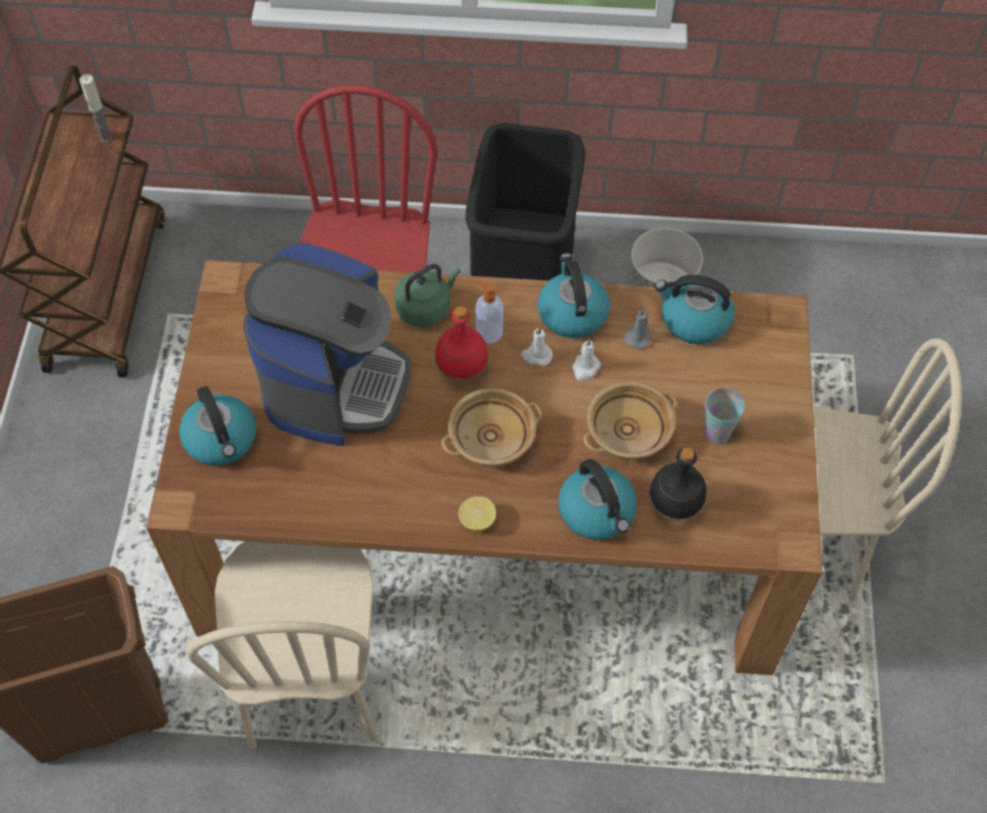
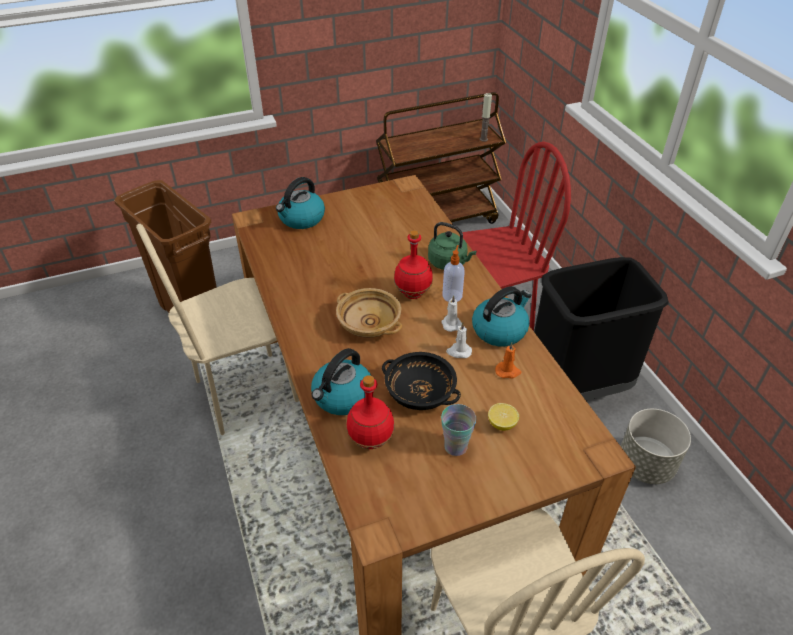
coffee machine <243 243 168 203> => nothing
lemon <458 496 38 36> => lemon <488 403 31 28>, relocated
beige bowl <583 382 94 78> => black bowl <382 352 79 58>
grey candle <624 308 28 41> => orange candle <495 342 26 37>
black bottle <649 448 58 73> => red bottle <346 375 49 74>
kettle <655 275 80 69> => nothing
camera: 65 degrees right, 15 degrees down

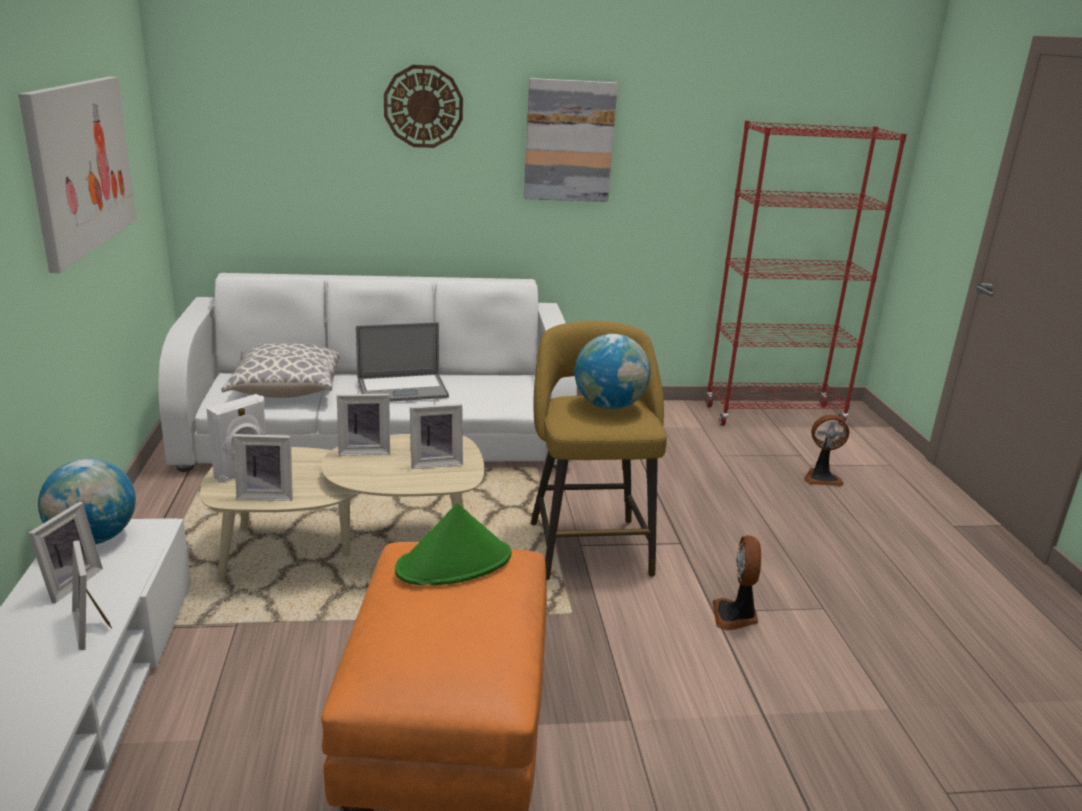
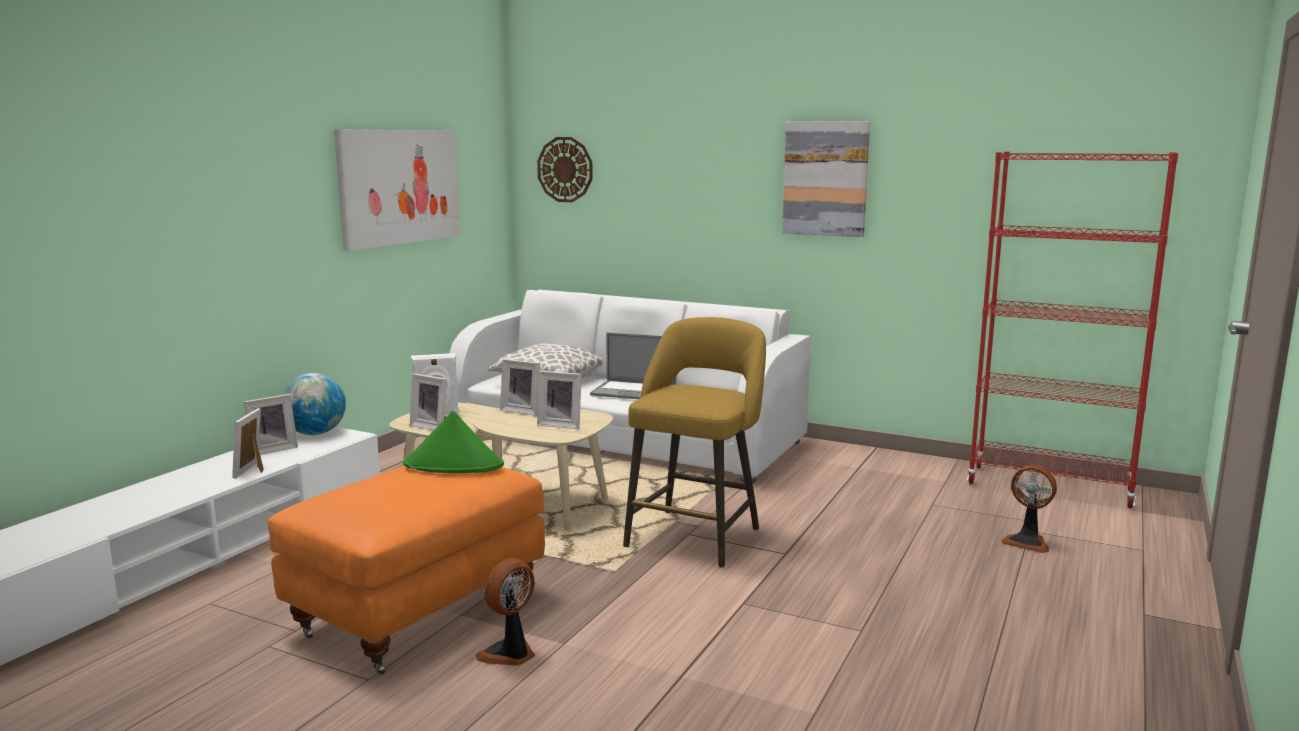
wall clock <384 65 79 83> => wall clock <537 137 56 65>, relocated
globe <575 334 75 75> => nothing
fan <713 535 48 95> => fan <476 558 59 108>, relocated
camera: 35 degrees right, 10 degrees down

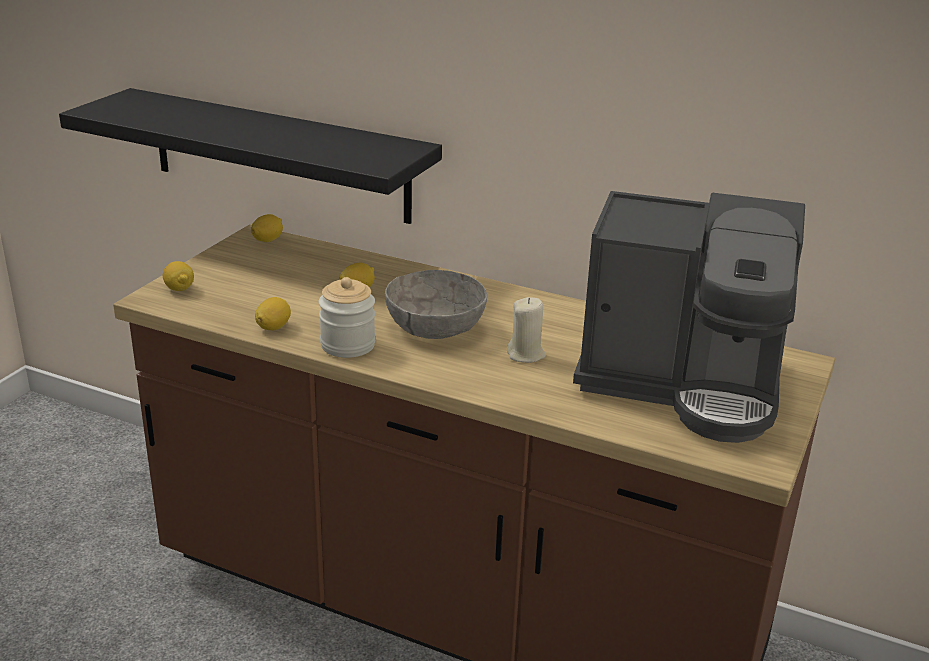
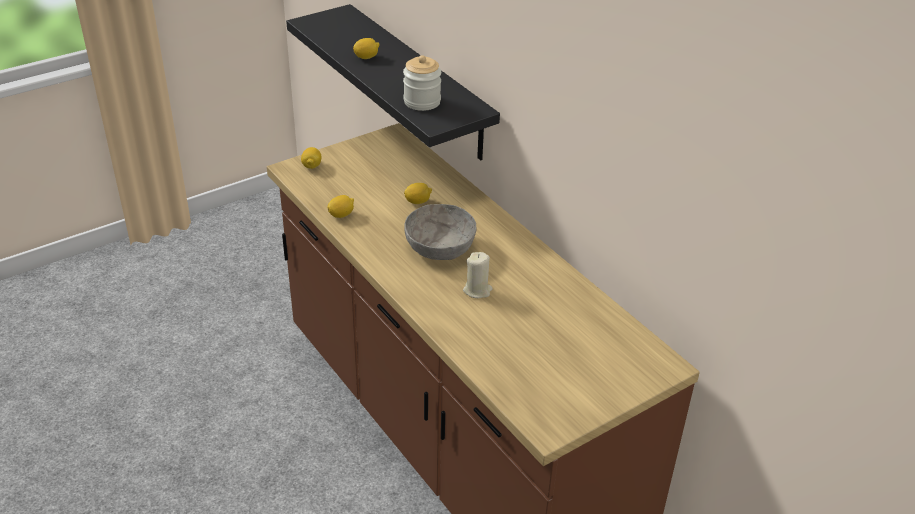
lemon <251 214 32 28> => lemon <353 38 27 21>, relocated
jar <319 277 57 81> => jar <403 55 38 56>, relocated
coffee machine <573 191 232 252> => nothing
camera: 30 degrees right, 10 degrees up

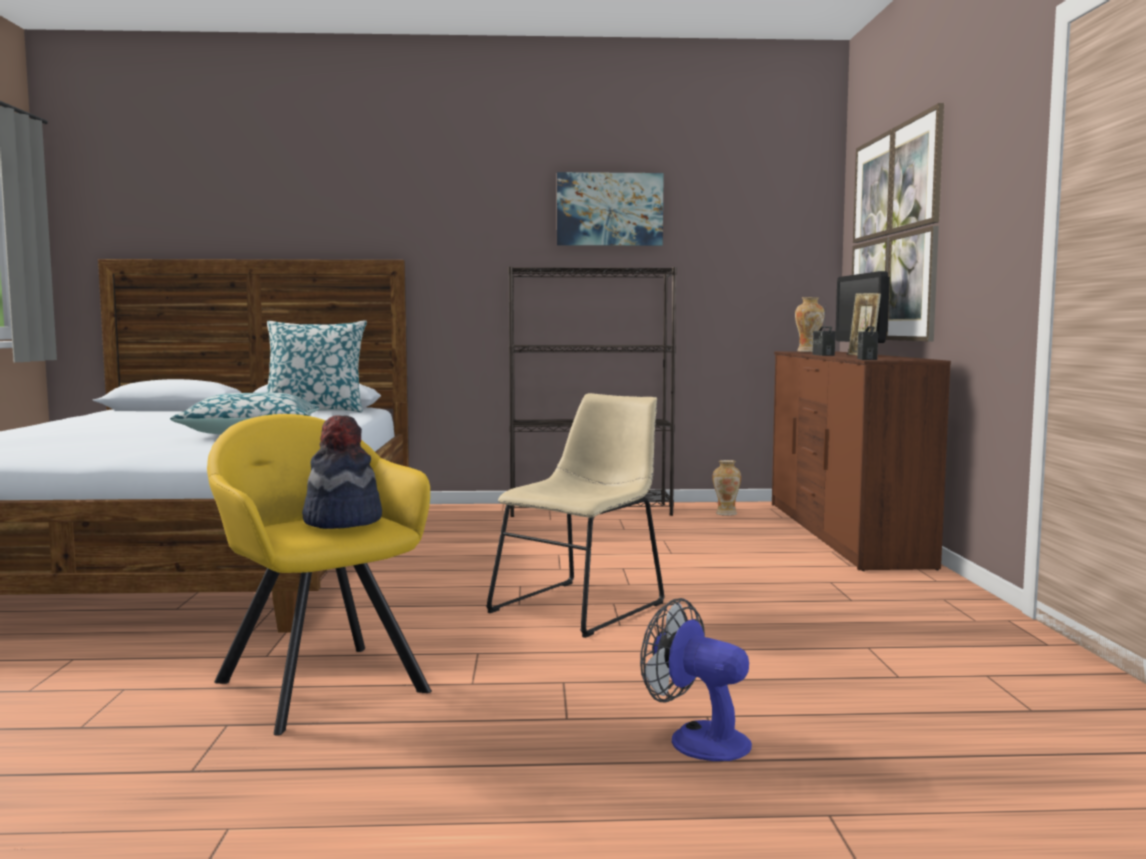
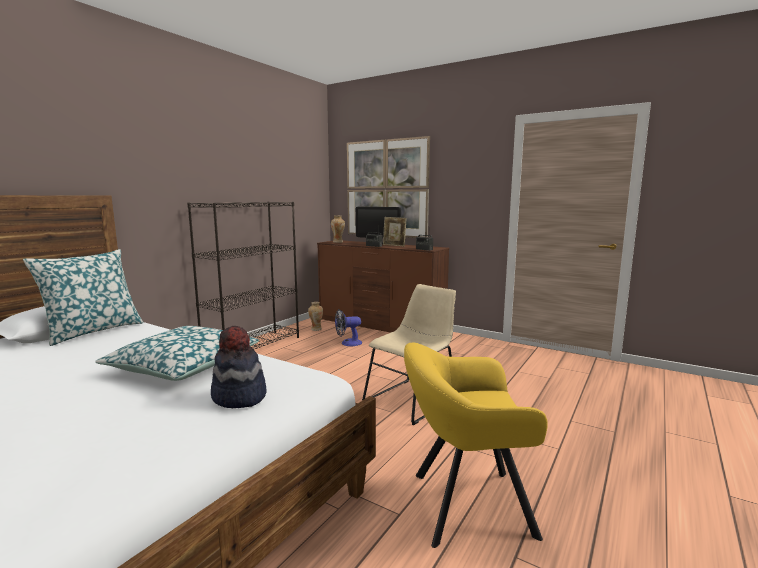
hat <302 415 80 114> => hat <211 326 56 82>, relocated
beige chair <486 393 179 245> => beige chair <362 284 94 141>, 60 degrees clockwise
picture <557 172 107 74> => nothing
fan <640 598 112 163> => fan <335 309 27 37>, relocated
camera: 55 degrees left, 5 degrees up

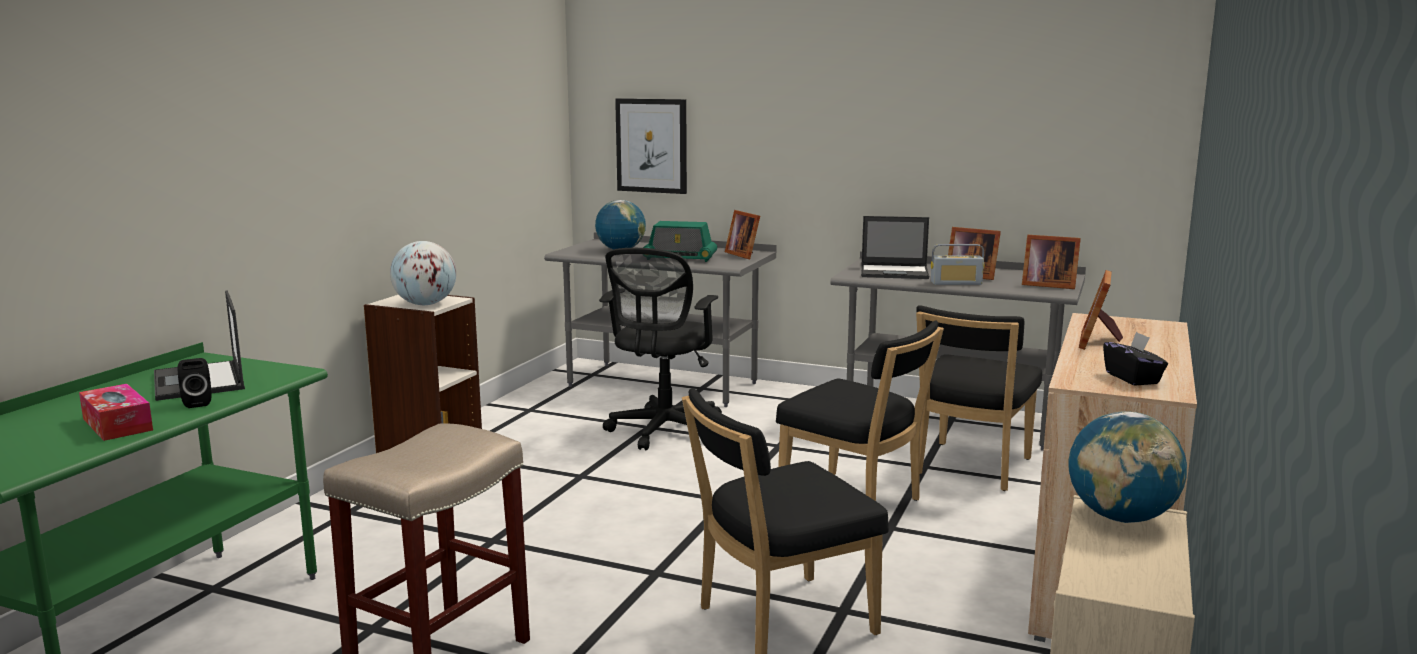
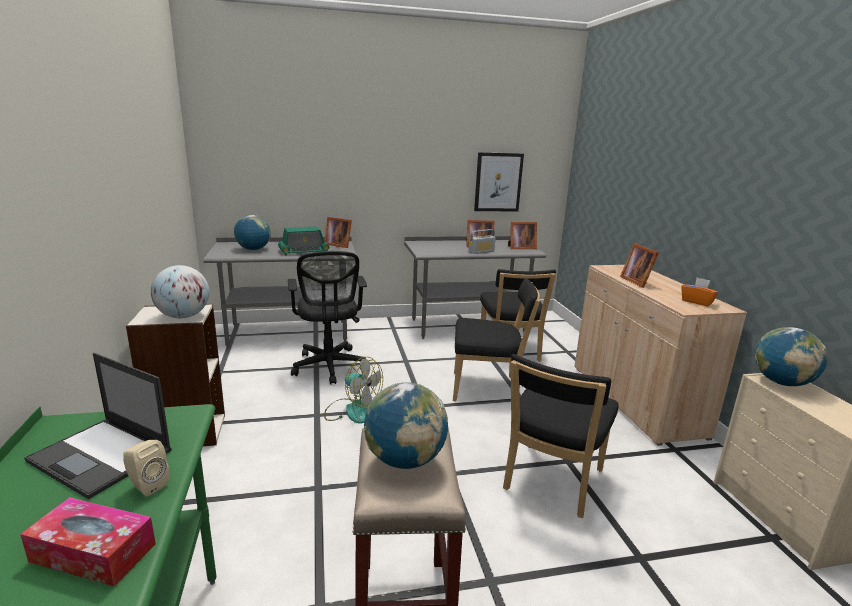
black speaker <177 358 35 50> => beige speaker <123 440 47 57>
picture <615 98 72 96> => picture <474 152 50 59>, relocated
laptop <861 216 68 63> => nothing
black tissue box <1103 331 65 55> => orange tissue box <681 278 38 28>
nothing => fan <324 357 59 66>
nothing => globe <364 382 84 87>
camera: 35 degrees left, 5 degrees up

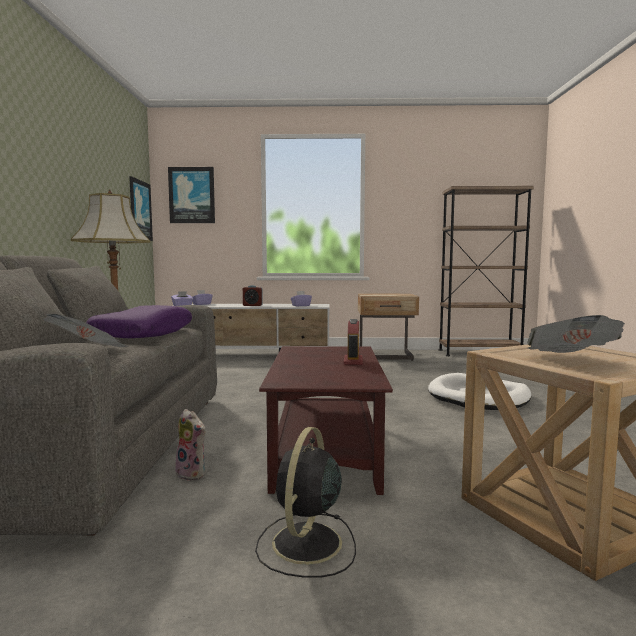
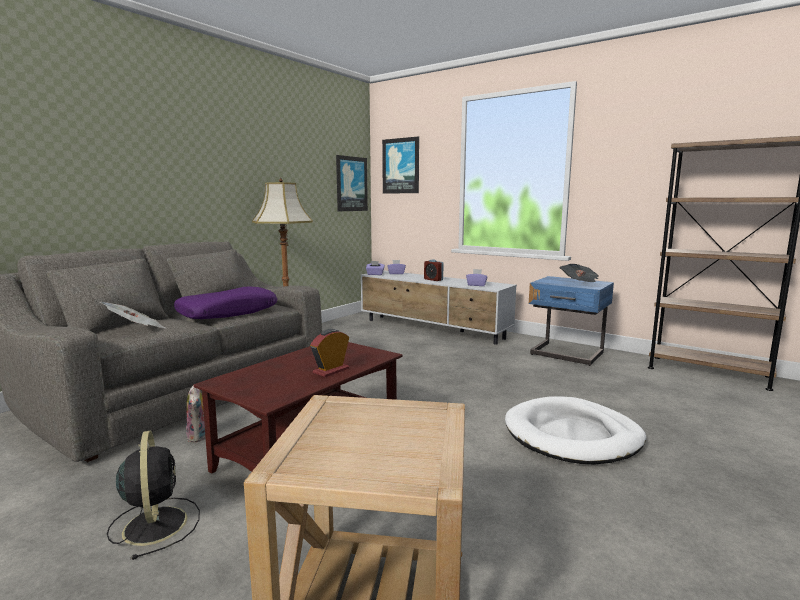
black fan <255 427 101 151> => black fan <107 431 93 129>, 105 degrees clockwise
beige nightstand <358 294 61 67> => blue nightstand <529 276 85 90>
newspaper <527 315 98 38> => newspaper <559 264 40 18>, relocated
camera: 35 degrees right, 5 degrees up

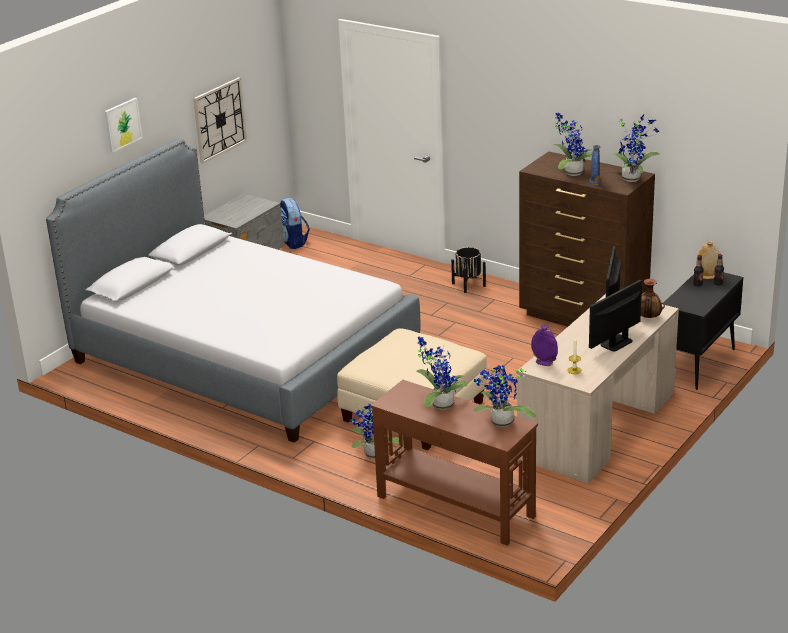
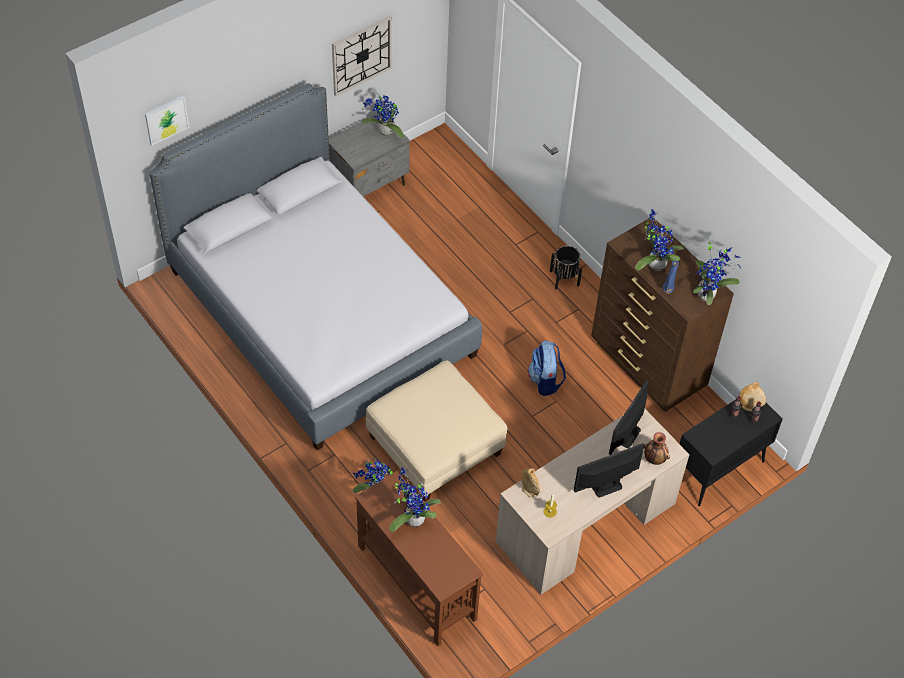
picture <105 98 37 55> => picture <145 95 44 51>, relocated
backpack <280 198 30 51> => backpack <528 340 38 56>, relocated
potted plant <474 365 62 62> => potted plant <362 94 42 44>, relocated
purple vase <531 325 27 41> => beige vase <521 468 19 29>
camera: 15 degrees right, 25 degrees up

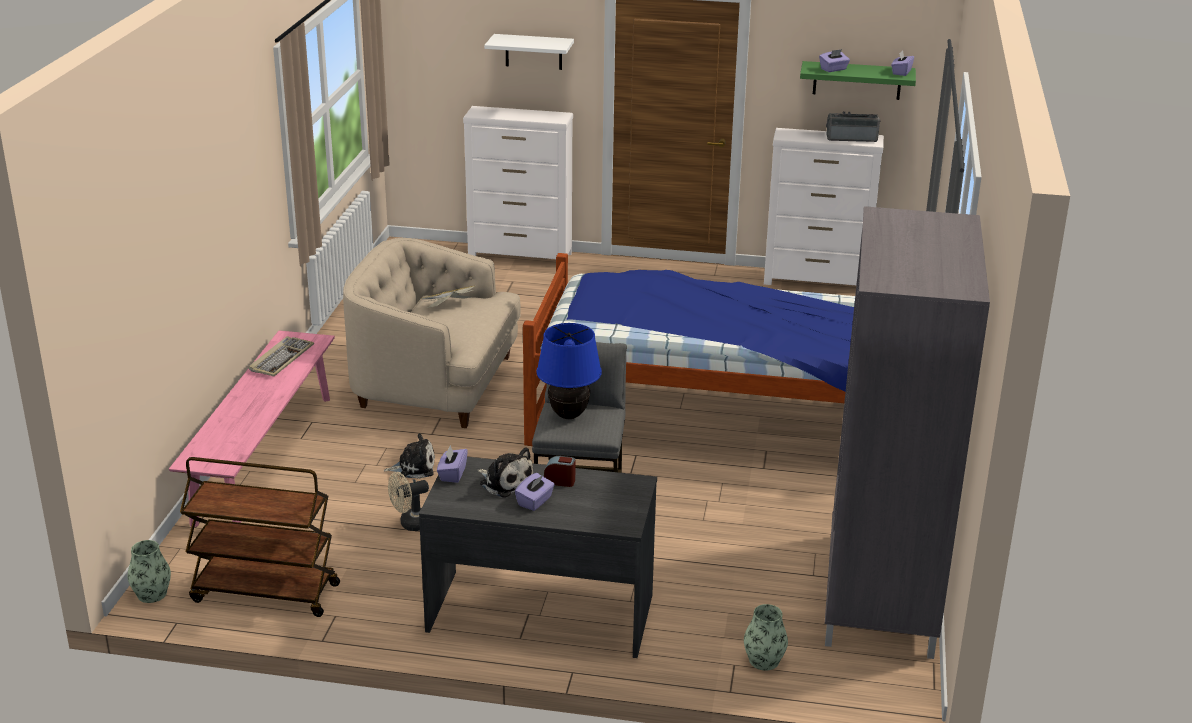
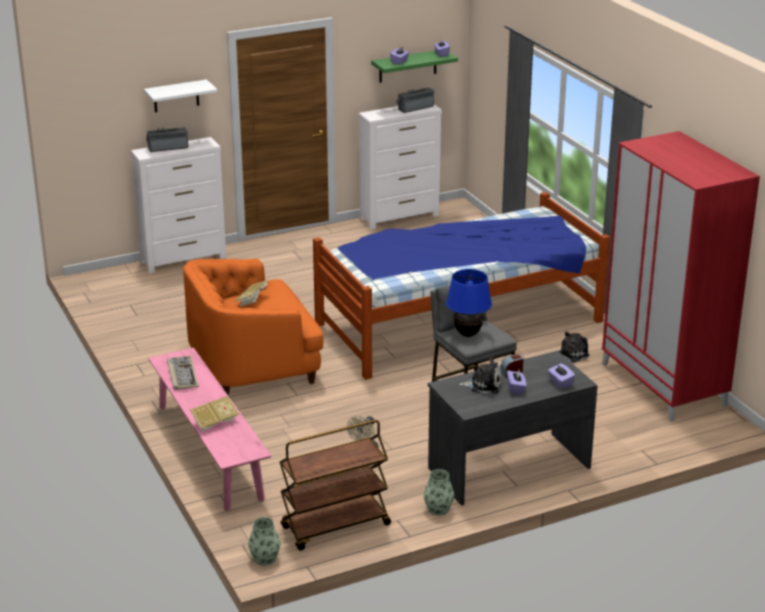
beige armchair <343 238 178 190> => orange armchair <183 259 140 137>
plush toy <383 433 52 46> => plush toy <558 331 31 32>, relocated
purple tissue box <437 445 31 38> => purple tissue box <548 363 27 26>, relocated
vase <744 604 44 67> => vase <424 469 30 47>, relocated
grey wardrobe <825 206 165 453> => red wardrobe <602 131 158 291>
nothing => radio <146 127 42 25>
nothing => book <190 396 49 36>
camera: 35 degrees left, 0 degrees up

